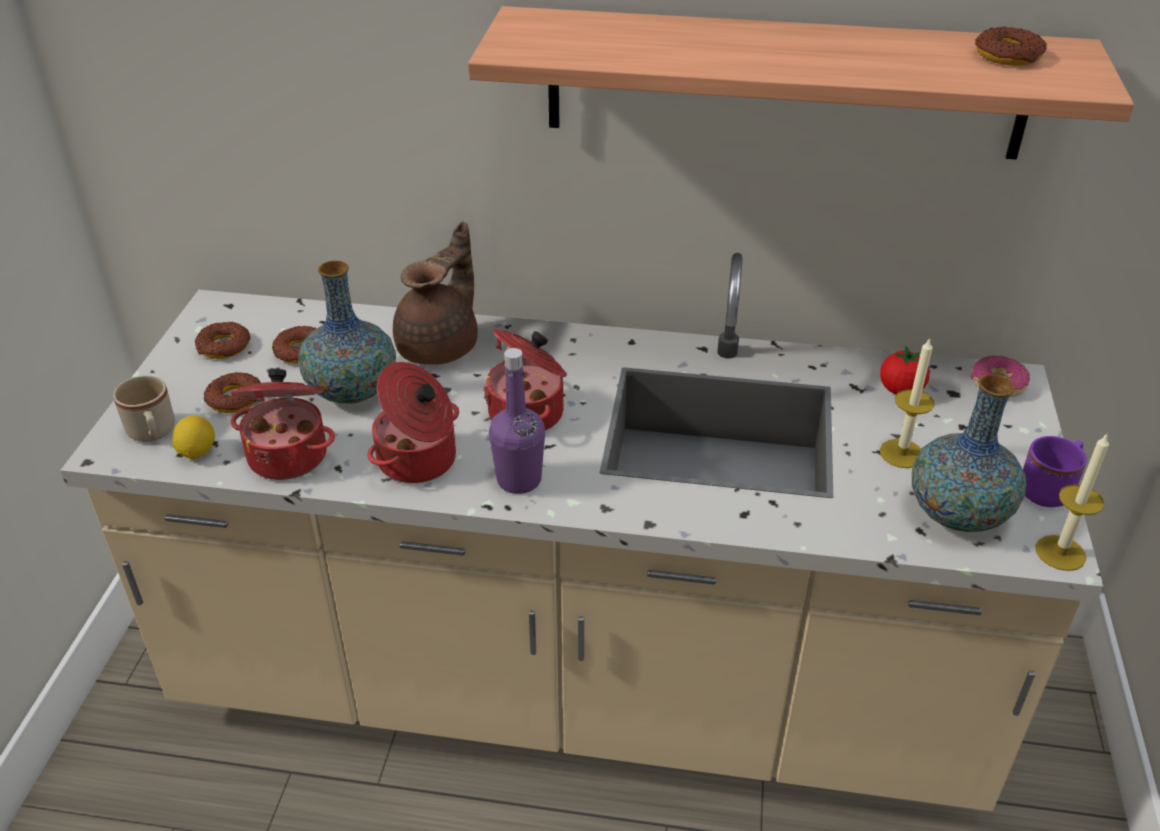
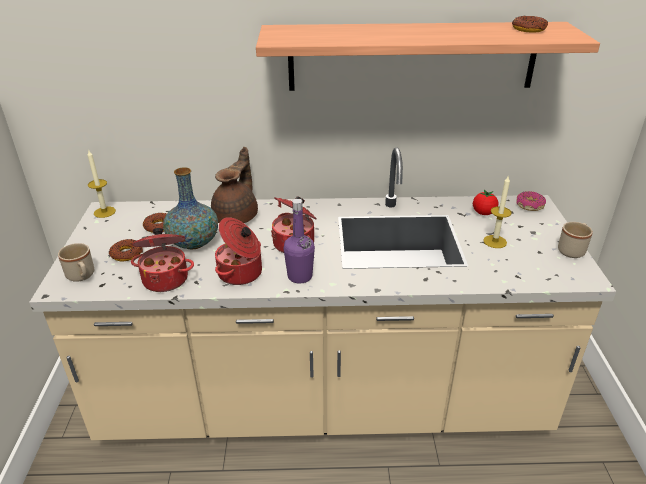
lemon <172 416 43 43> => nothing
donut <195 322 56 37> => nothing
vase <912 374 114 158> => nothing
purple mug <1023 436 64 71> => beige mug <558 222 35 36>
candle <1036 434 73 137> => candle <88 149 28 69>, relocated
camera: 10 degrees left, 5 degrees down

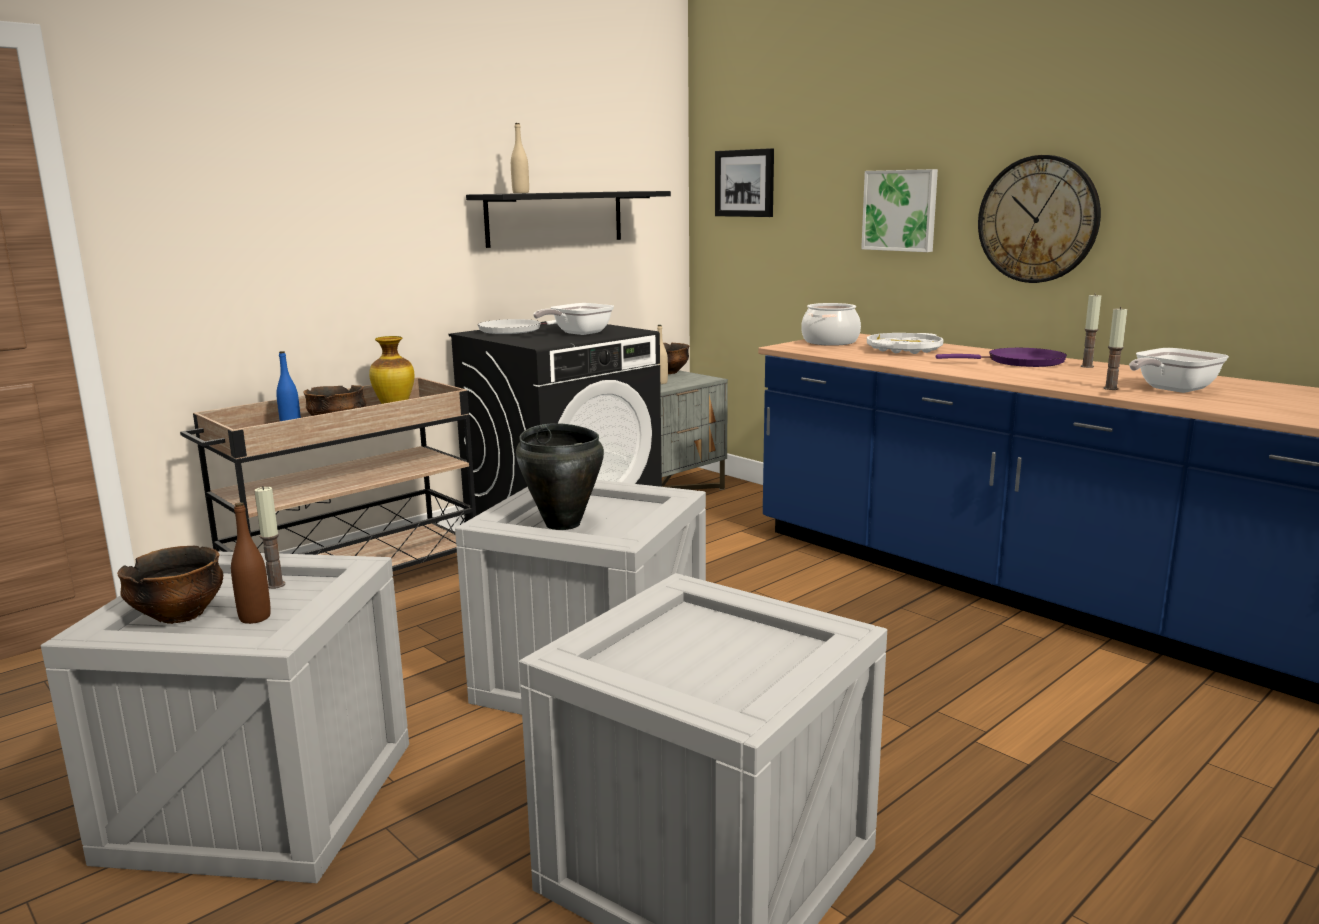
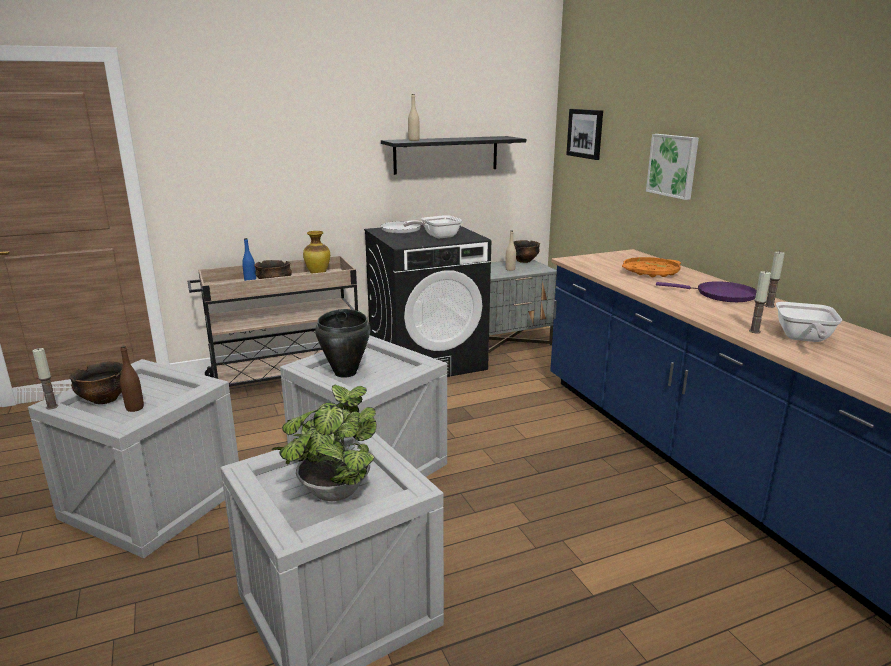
candle <254 486 31 103> => candle <32 348 26 61>, relocated
cooking pot <801 303 60 43> => nothing
white tray <867 333 76 21> => orange tray <622 257 59 20>
wall clock <978 155 123 128> => nothing
frying pan <1129 348 100 45> => frying pan <776 302 66 40>, 60 degrees counterclockwise
nothing => potted plant <272 385 105 116>
camera: 20 degrees right, 5 degrees up

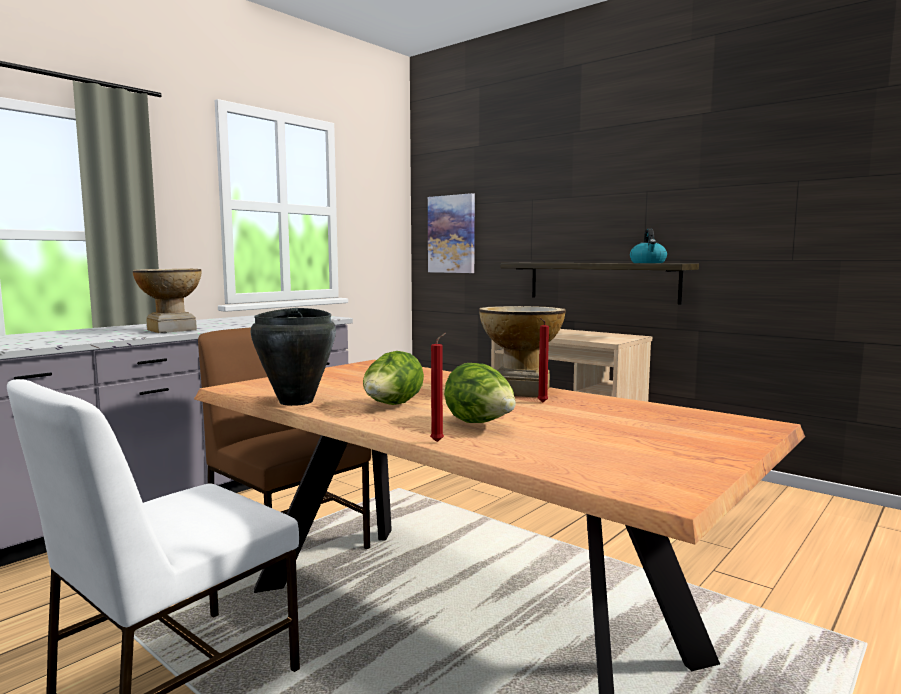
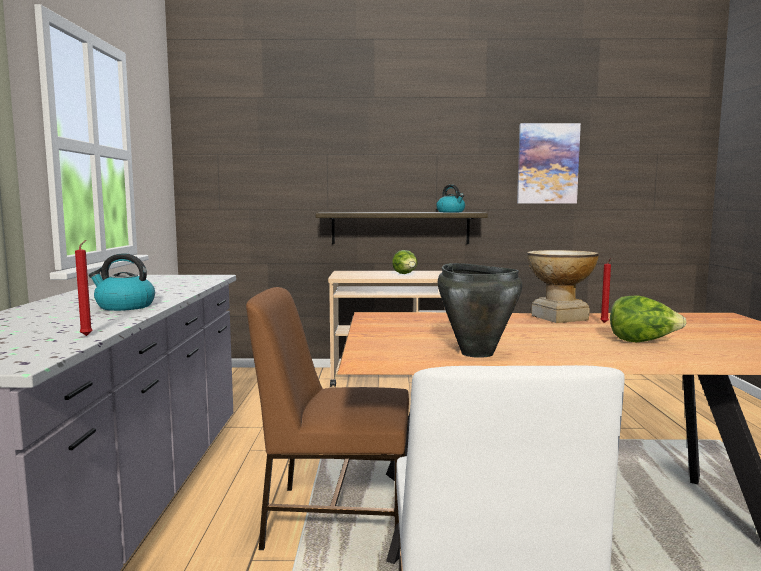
vase <133 269 69 64> => kettle <89 253 66 58>
lettuce <363 351 61 54> => lettuce <392 250 26 24>, relocated
picture <428 193 47 80> => picture <517 123 64 80>, relocated
red candle <430 333 16 109> => red candle <75 240 18 96>, relocated
camera: 40 degrees left, 0 degrees up

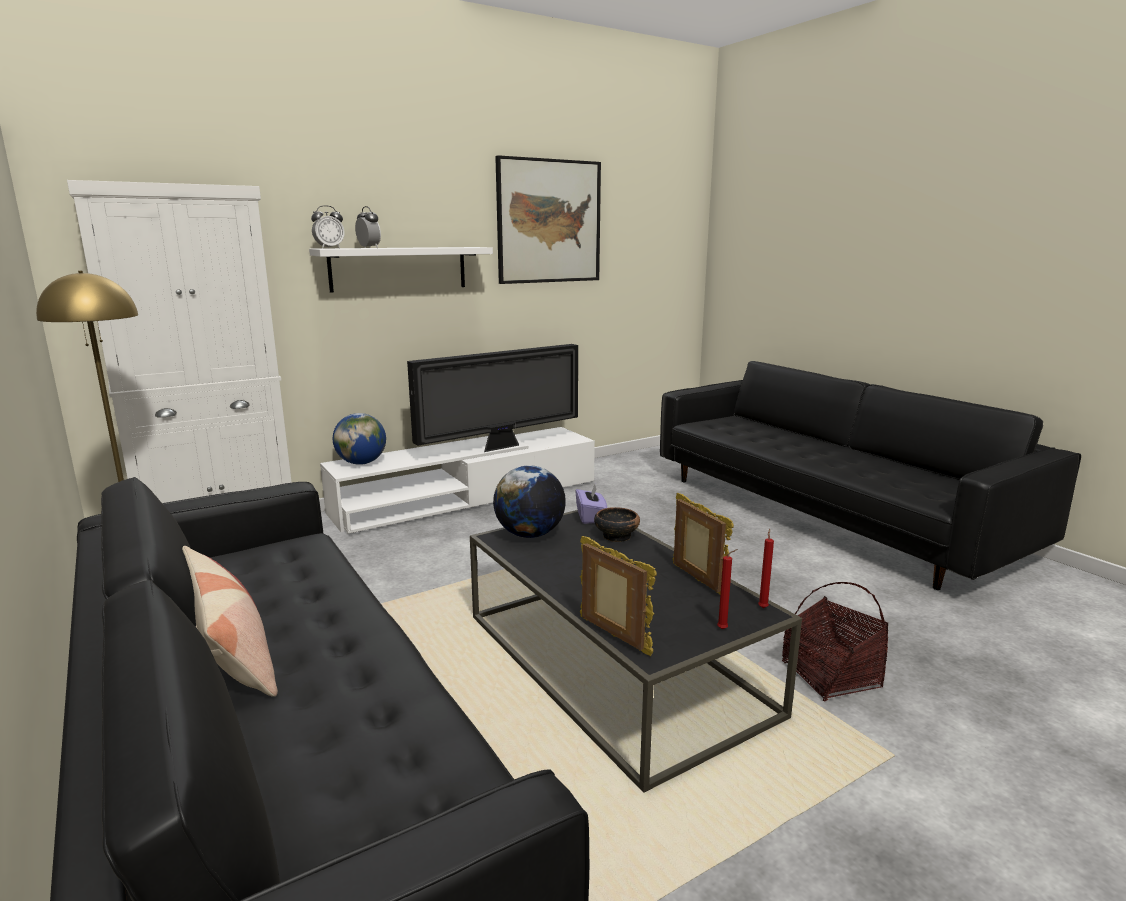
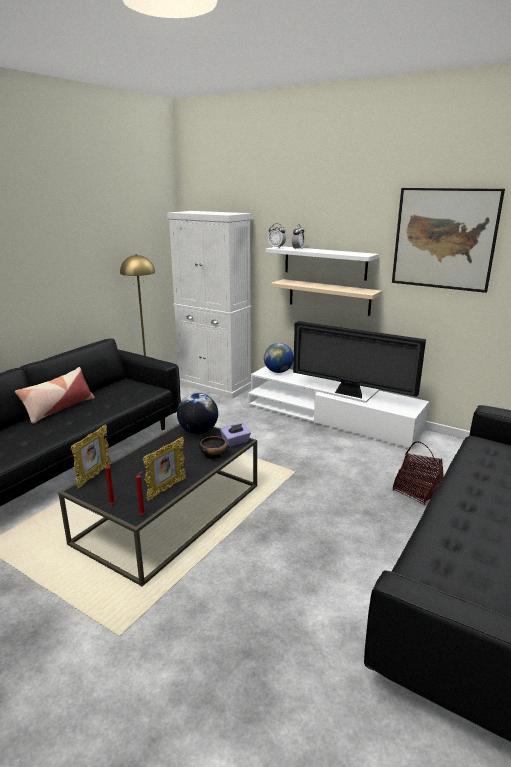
basket <782 582 106 120> => basket <393 441 50 64>, relocated
nothing => beige shelf <271 279 111 37>
camera: 65 degrees right, 5 degrees up

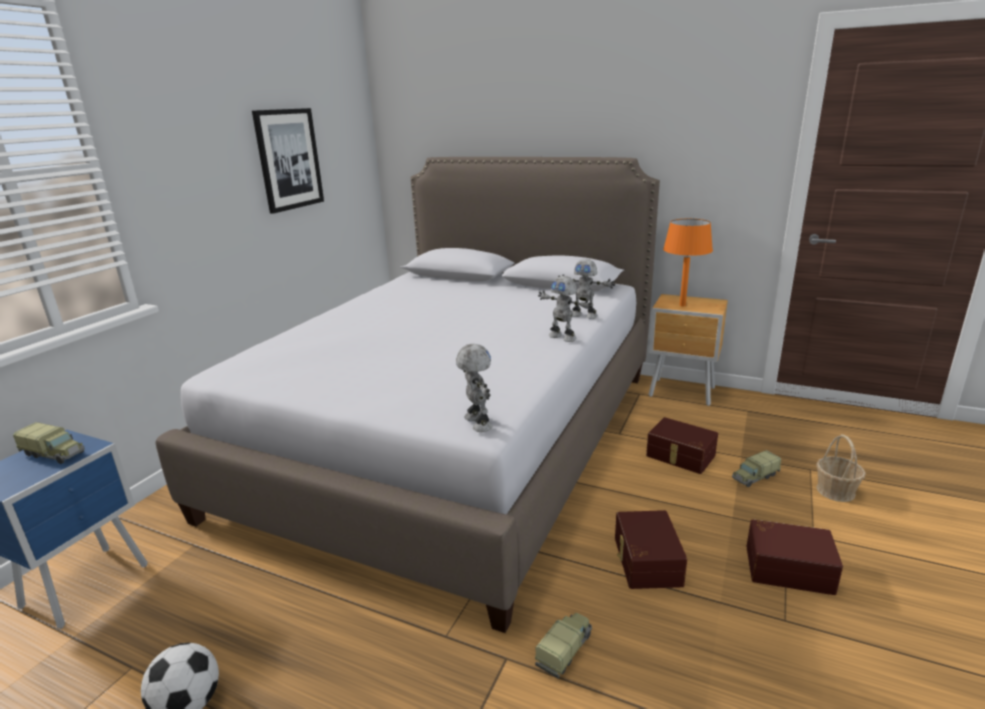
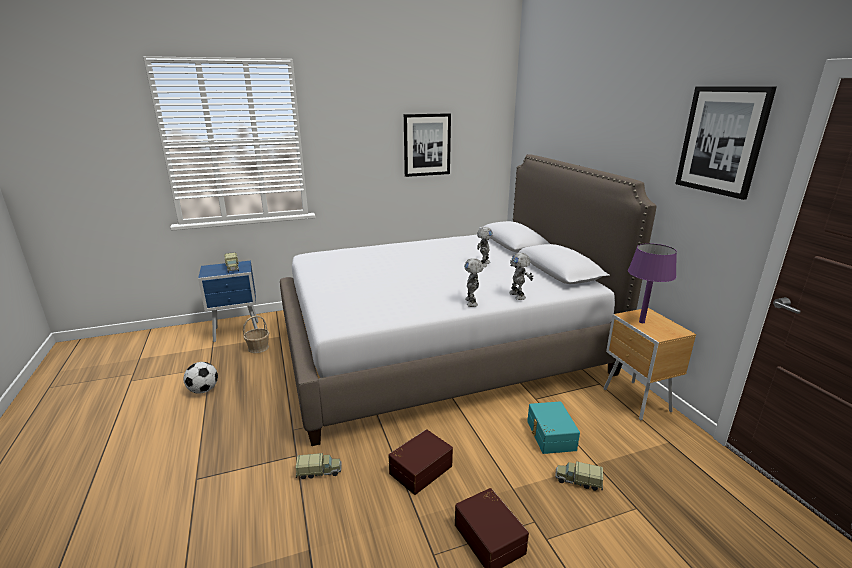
toy robot <456 344 37 88> => toy robot <477 227 16 40>, relocated
brown storage box <646 417 72 57> => turquoise storage box <527 401 53 53>
orange table lamp <663 219 50 88> => purple table lamp <628 243 49 80>
basket <816 434 50 68> => basket <243 316 26 37>, relocated
nothing => picture <675 86 102 114>
camera: 45 degrees right, 0 degrees up

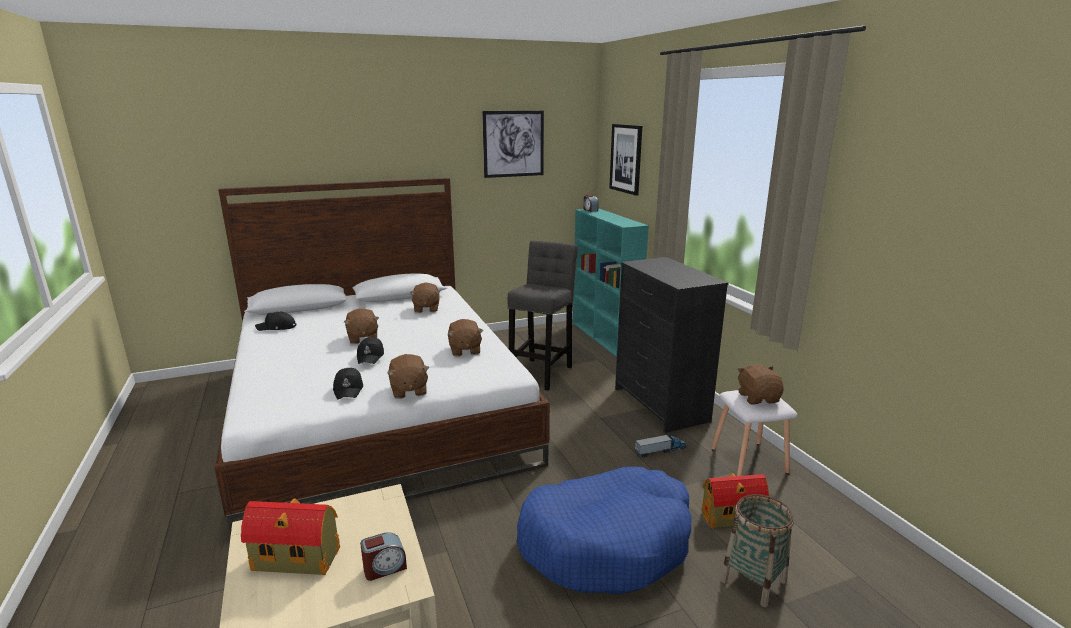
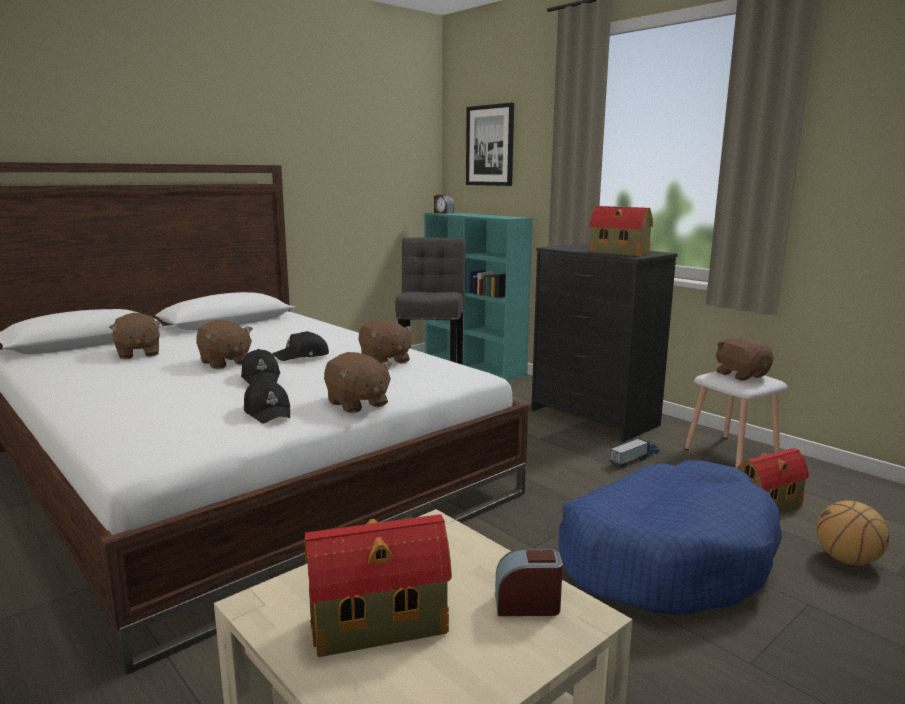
black cap <255 312 42 19> => black cap <272 331 57 30>, relocated
alarm clock <360 532 47 49> => alarm clock <495 548 68 68>, 135 degrees counterclockwise
brown plush toy <410 283 30 30> => brown plush toy <109 313 52 46>, relocated
picture <482 111 62 67> => nothing
basket <720 494 74 114> => basketball <816 500 73 65>
nothing => toy house <589 206 64 50>
camera: 20 degrees left, 5 degrees down

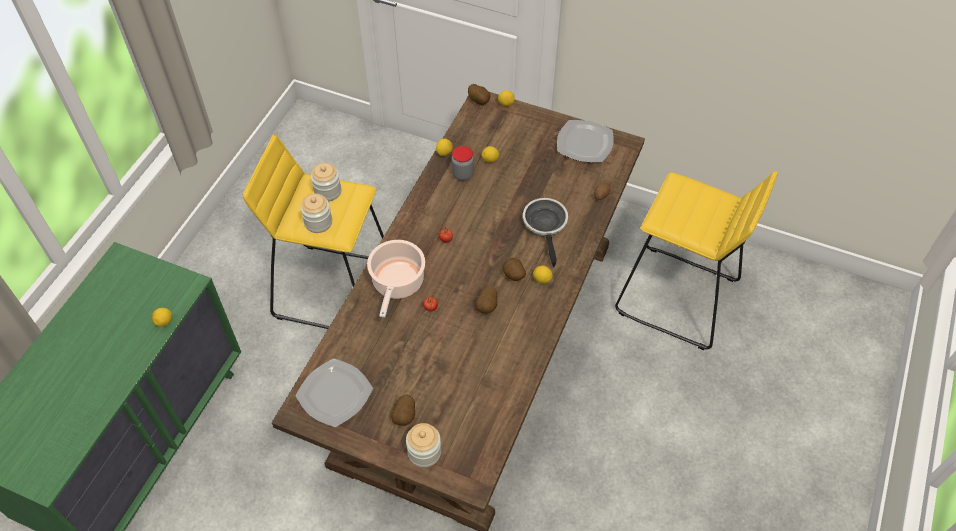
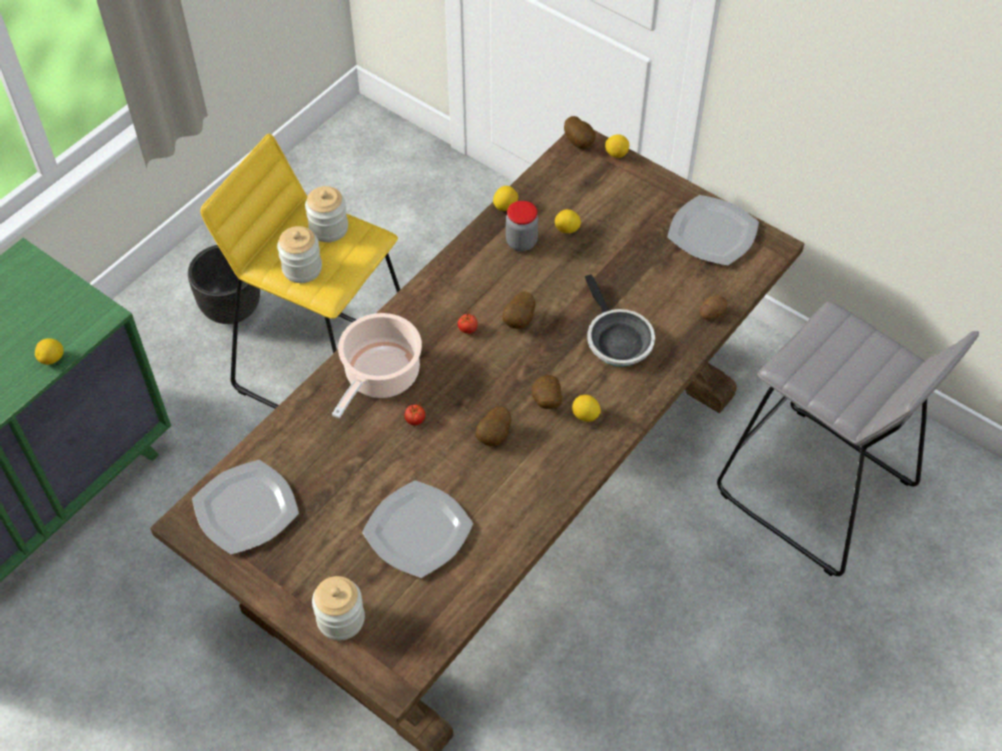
potato <392 395 23 31> => potato <502 292 34 37>, relocated
frying pan <523 198 45 69> => frying pan <585 274 70 93>, 150 degrees clockwise
yellow stool <615 171 163 179> => grey stool <717 301 262 275>
nothing => black planter <188 245 72 79>
nothing => plate <362 480 111 98>
camera: 15 degrees right, 0 degrees up

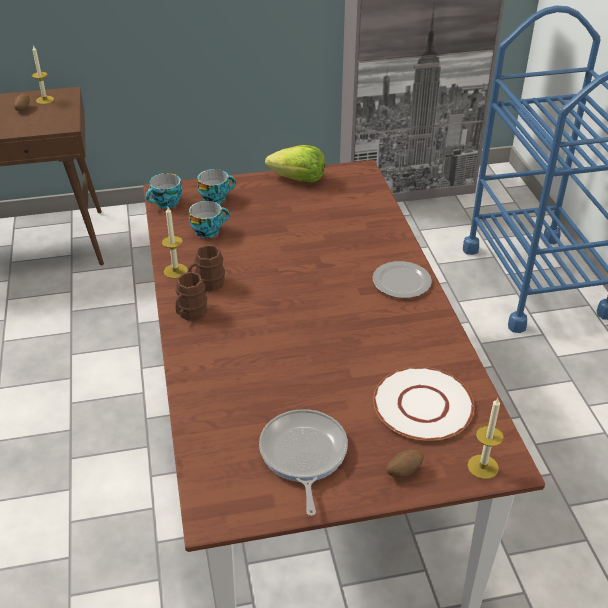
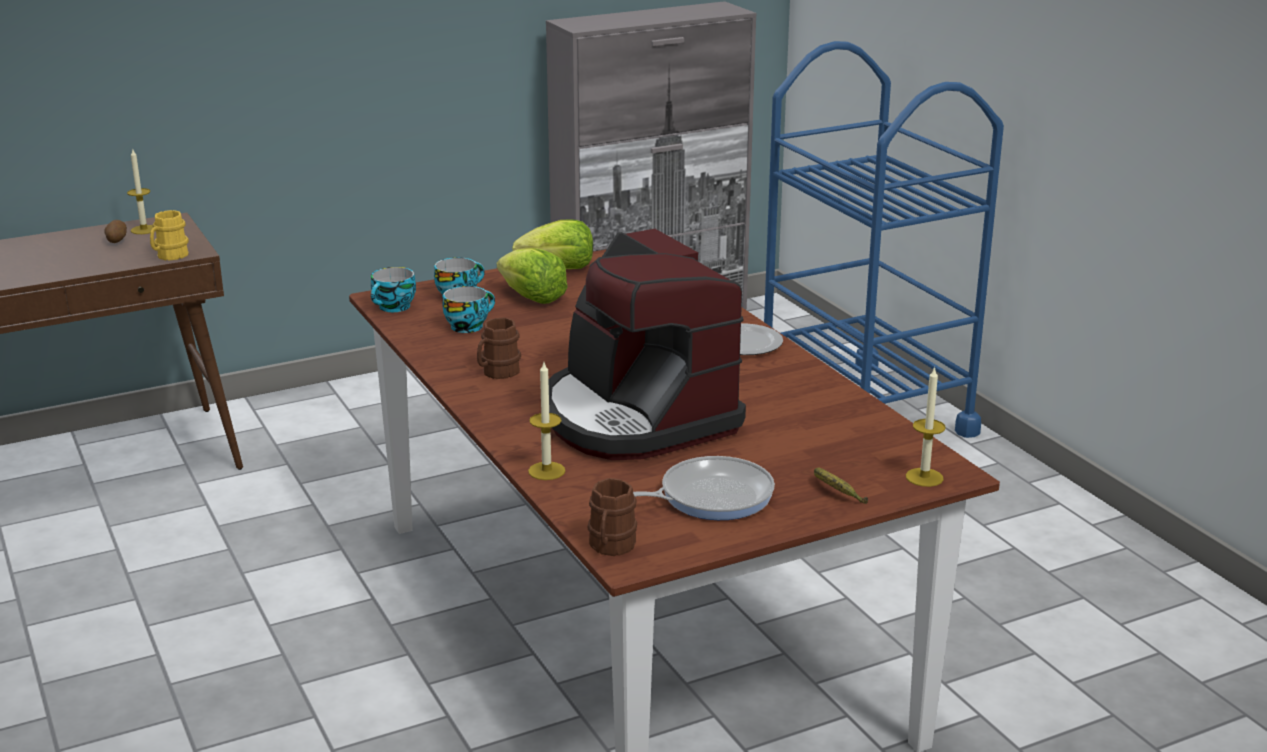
candle <162 207 26 72> => candle <528 363 37 117>, relocated
brown mug <175 272 32 49> => brown mug <588 478 49 78>, relocated
frying pan <259 409 89 107> => frying pan <633 456 142 64>, 90 degrees clockwise
white plate <373 367 101 74> => nothing
potato <387 449 37 28> => banana <814 468 54 36>
nothing => yellow mug <150 210 39 51>
nothing => lettuce <497 248 70 56>
nothing => coffee machine <548 229 198 231>
camera: 15 degrees left, 15 degrees down

